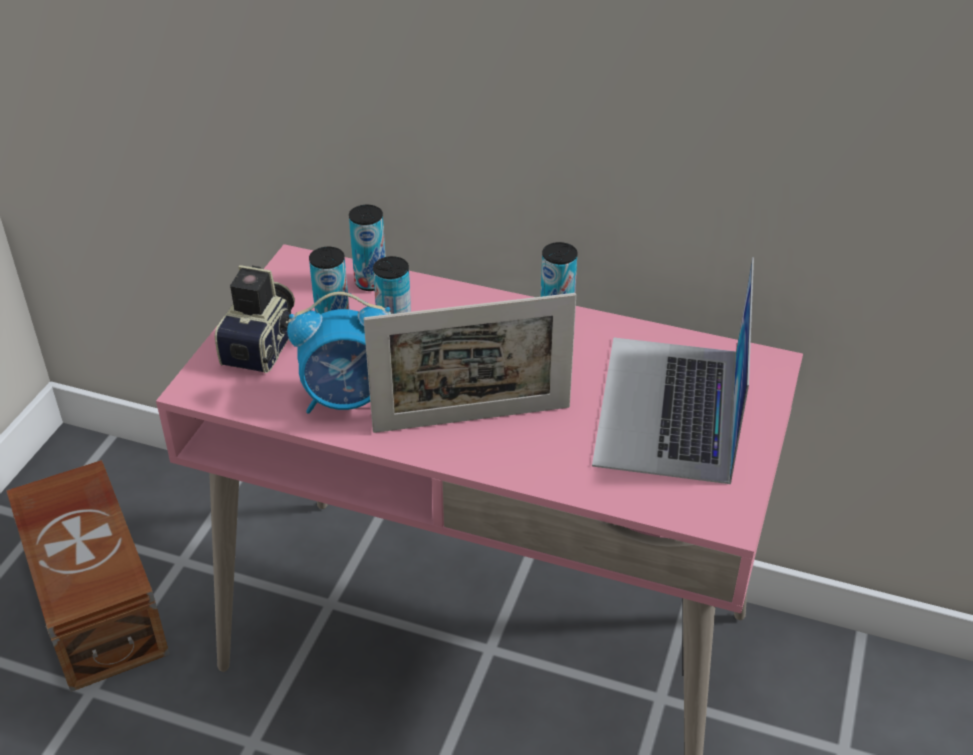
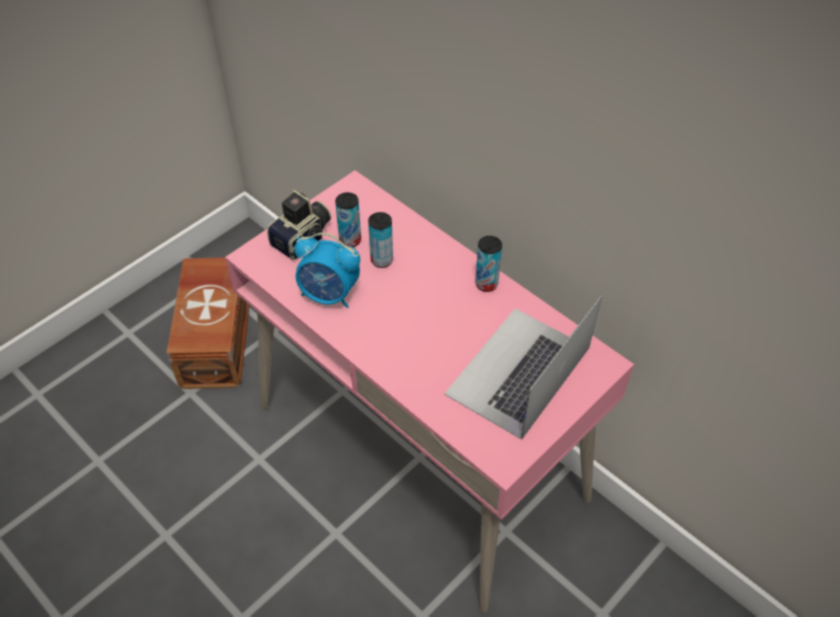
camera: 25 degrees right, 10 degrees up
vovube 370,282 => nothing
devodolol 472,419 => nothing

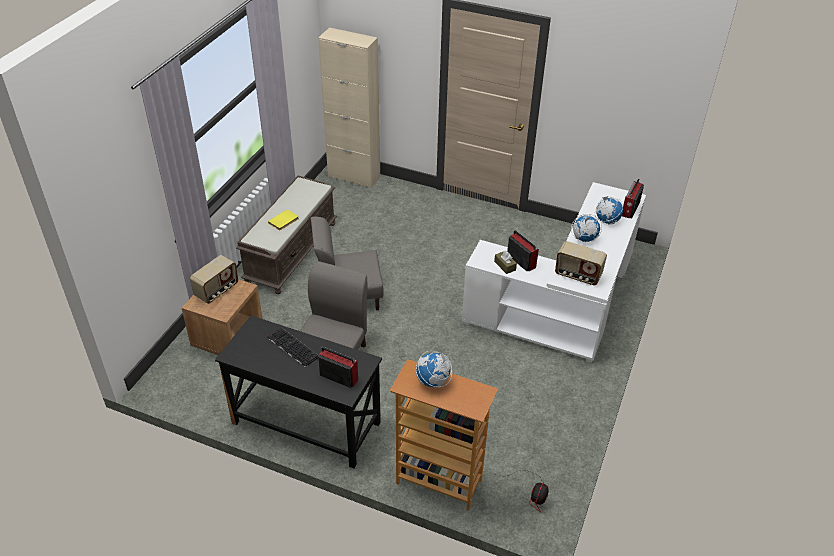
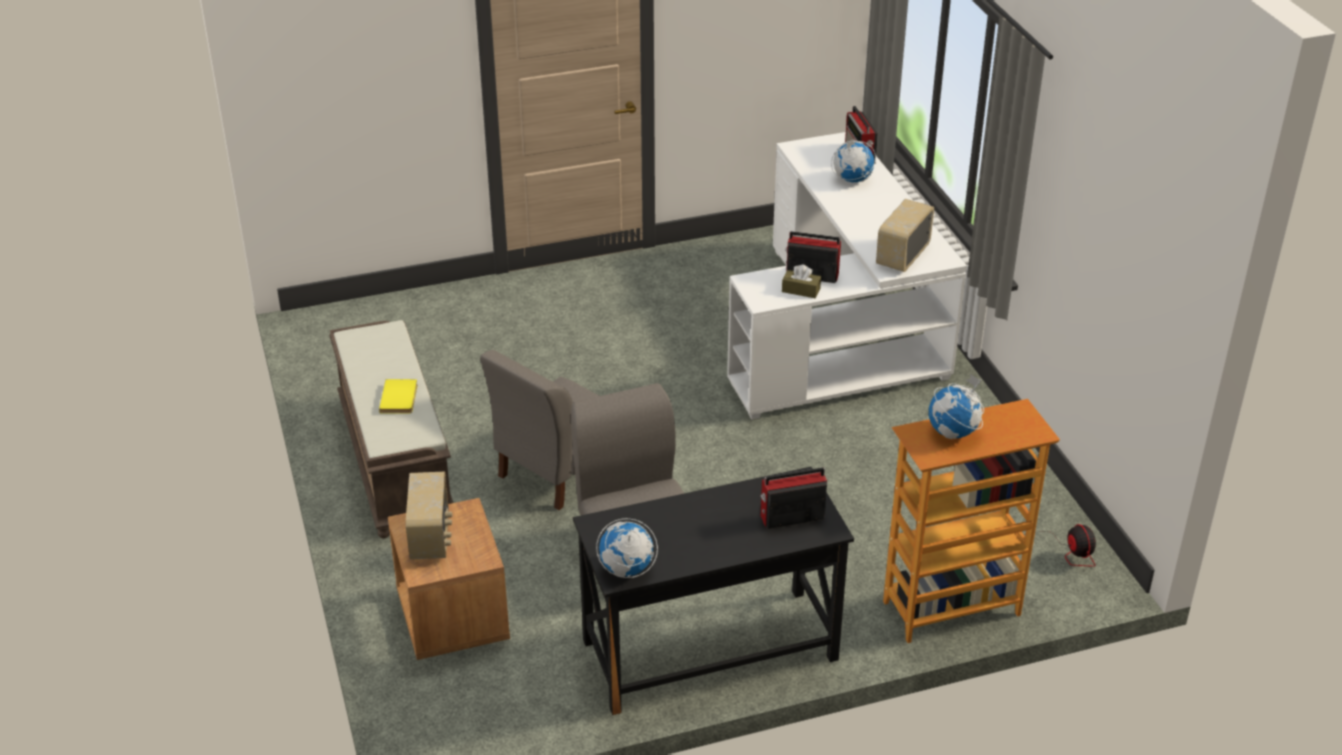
camera: 40 degrees left, 5 degrees down
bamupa 292,347 => nothing
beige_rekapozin 354,176 => nothing
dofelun 577,275 => dofelun 902,256, 135 degrees clockwise
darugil 584,239 => darugil 626,569, shifted

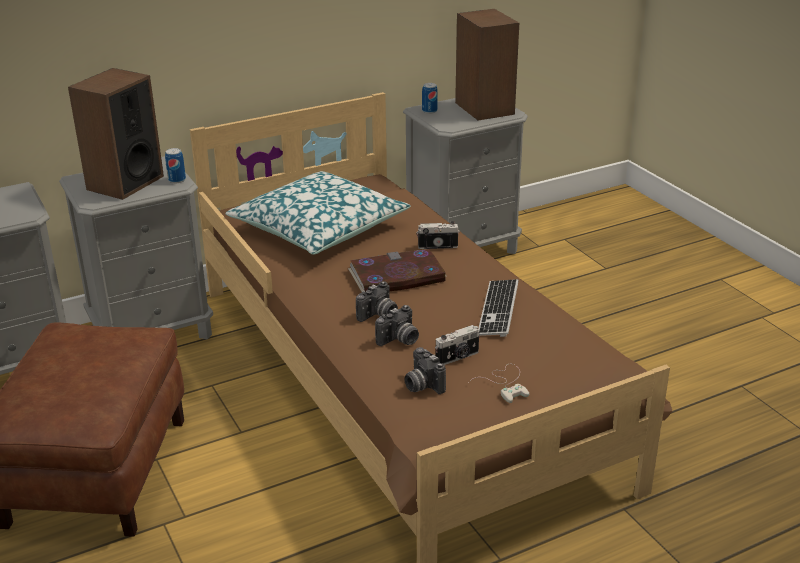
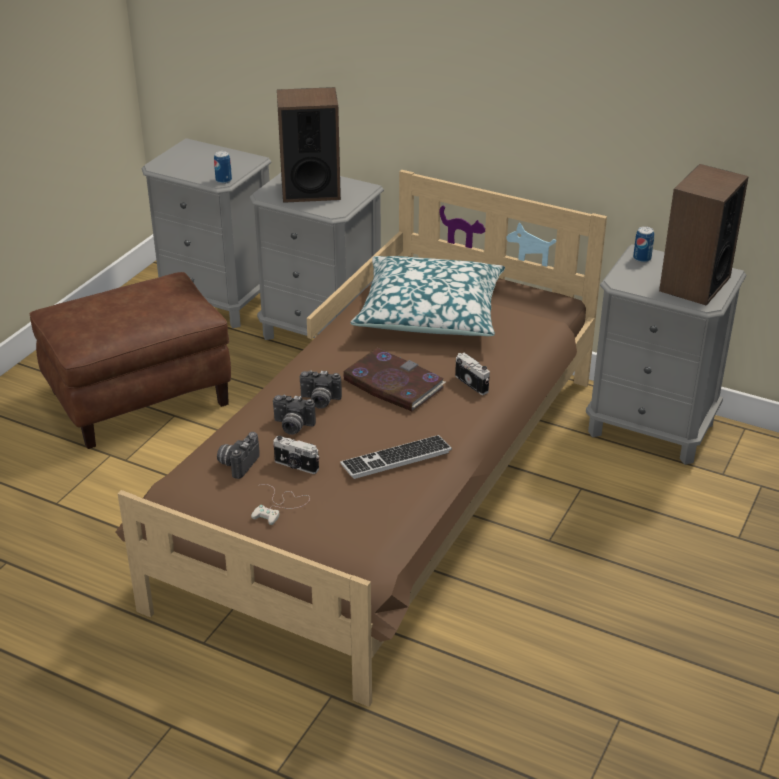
camera: 55 degrees right, 5 degrees up
vovube 177,180 => vovube 223,180, shifted

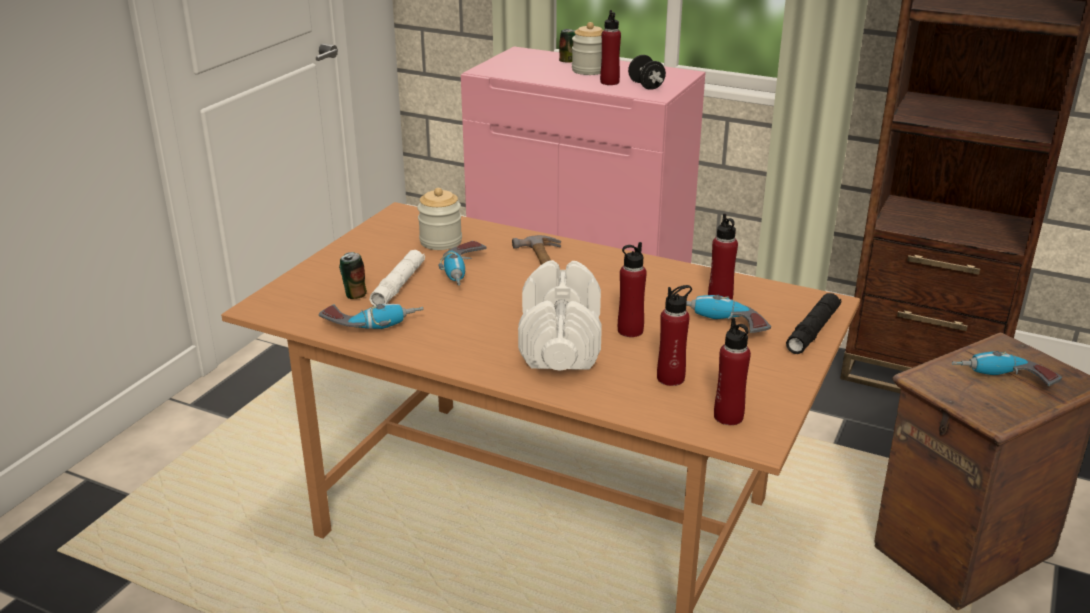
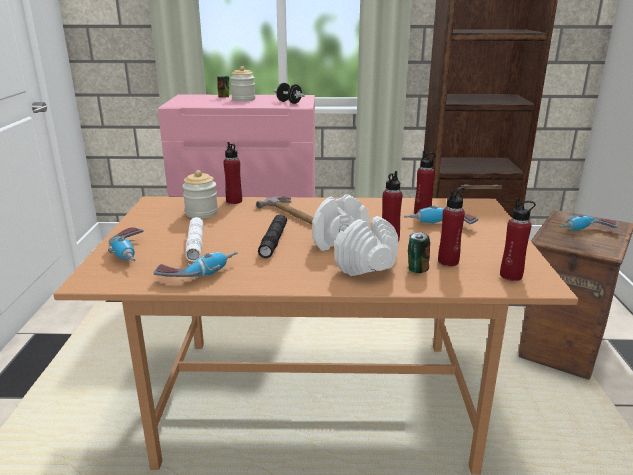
camera: 25 degrees left, 5 degrees down
vovube 355,294 => vovube 416,269, shifted
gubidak 464,273 => gubidak 131,253, shifted
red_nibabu 609,82 => red_nibabu 234,201, shifted
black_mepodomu 813,330 => black_mepodomu 273,241, shifted

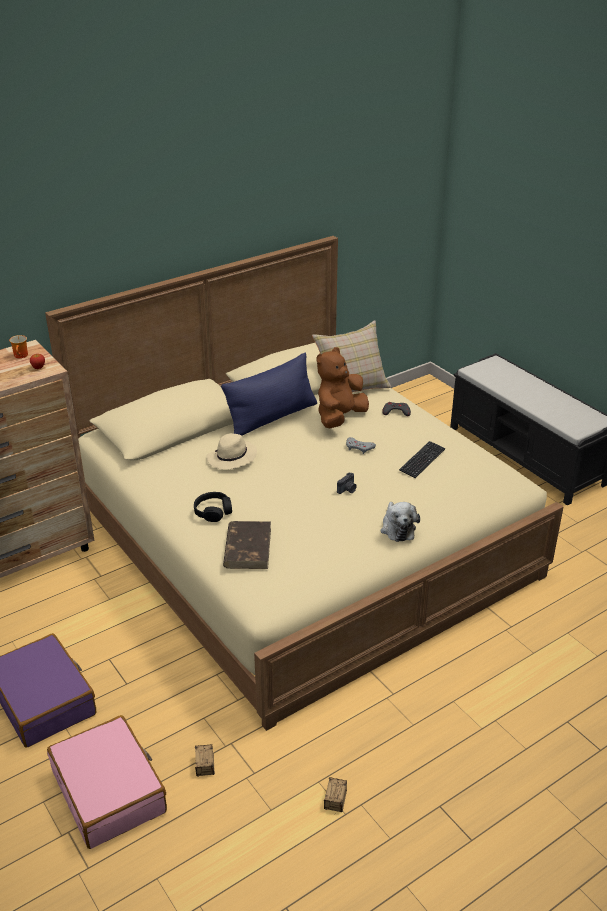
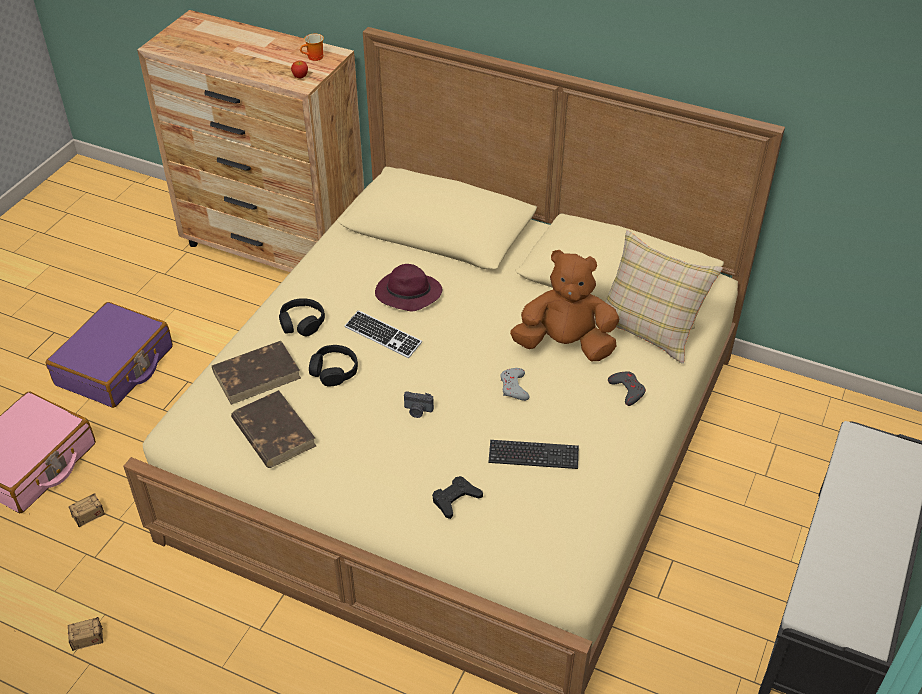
camera: 60 degrees right, 10 degrees up
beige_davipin 232,458 => purple_davipin 407,294
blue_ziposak 272,418 => nothing
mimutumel 397,528 => nothing
nothing => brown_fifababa 273,432
nothing => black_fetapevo 334,371
nothing => bamupa 383,336
nothing => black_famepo 455,499

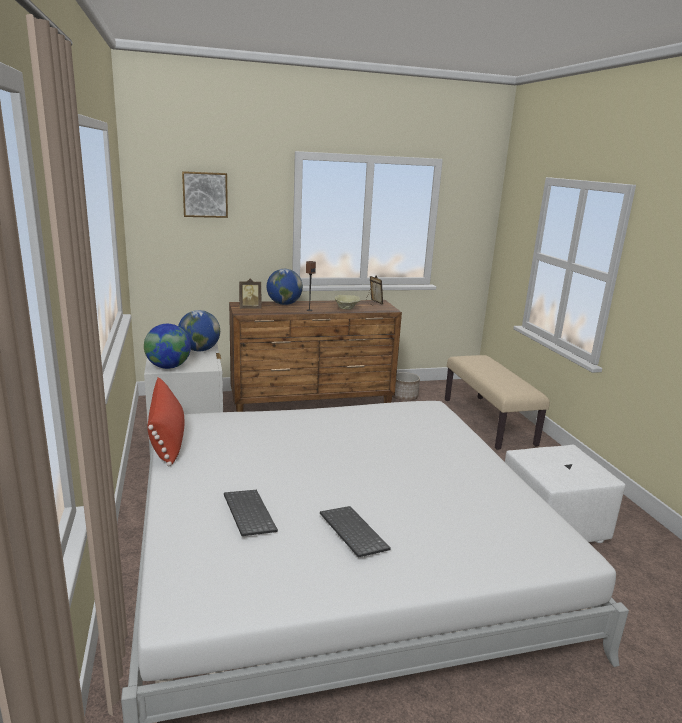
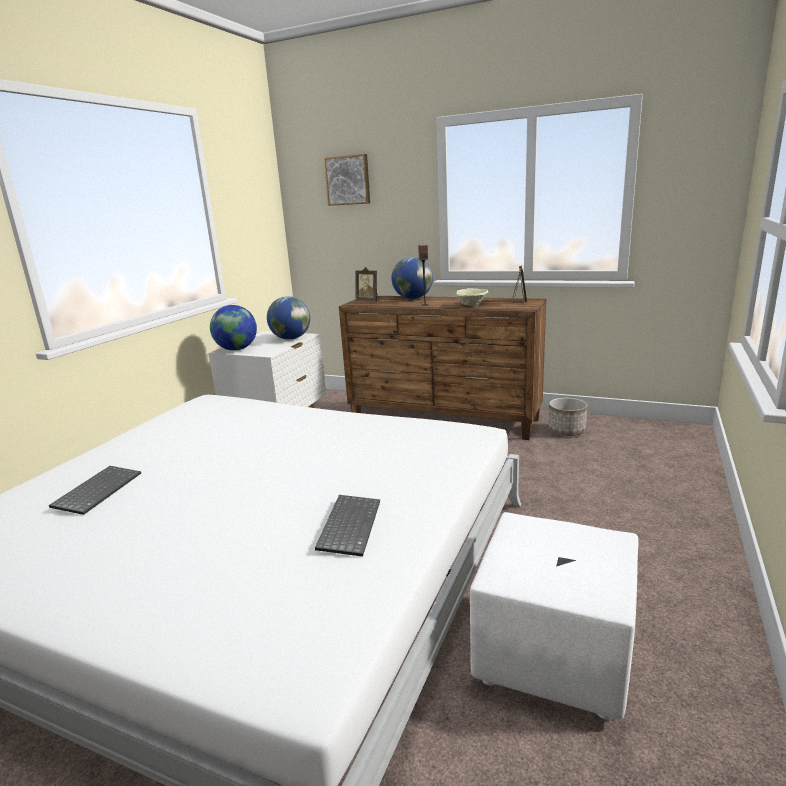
camera: 40 degrees right, 0 degrees up
red_ziposak 168,439 => nothing
bamupa 351,532 => bamupa 348,525, shifted
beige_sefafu 488,421 => nothing

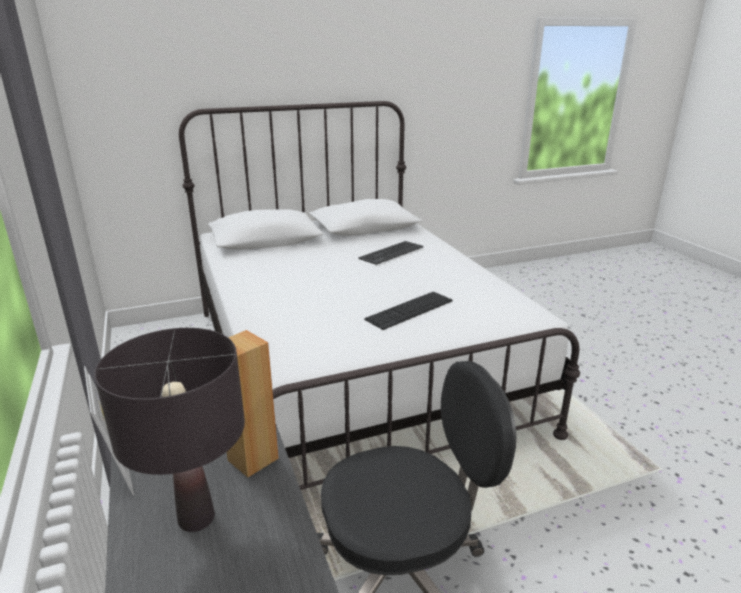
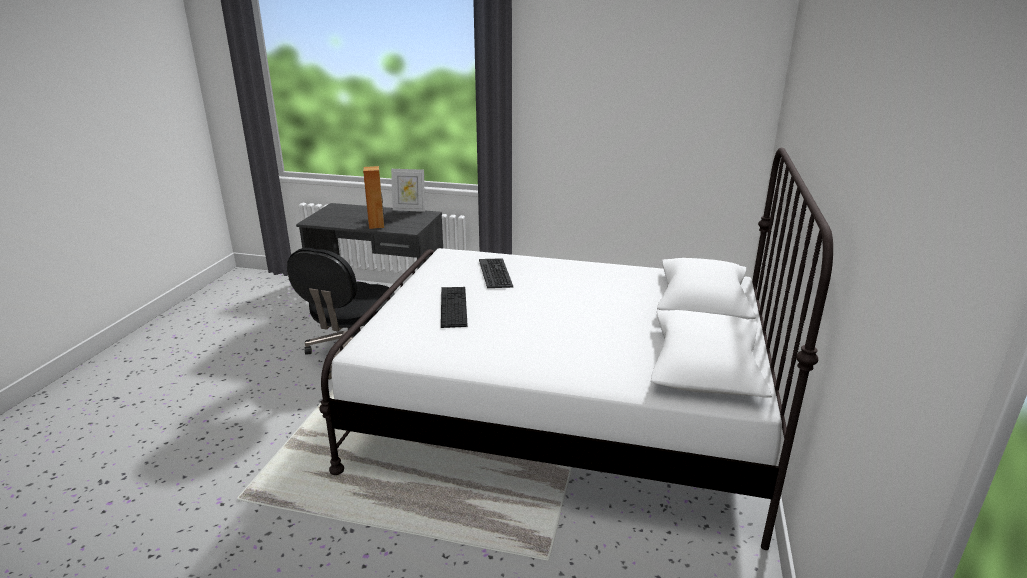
camera: 125 degrees right, 0 degrees up
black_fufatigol 196,518 => nothing
bamupa 391,253 => bamupa 496,273, shifted

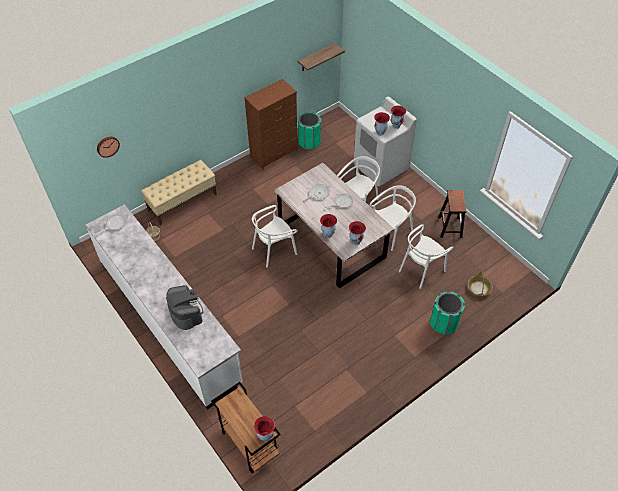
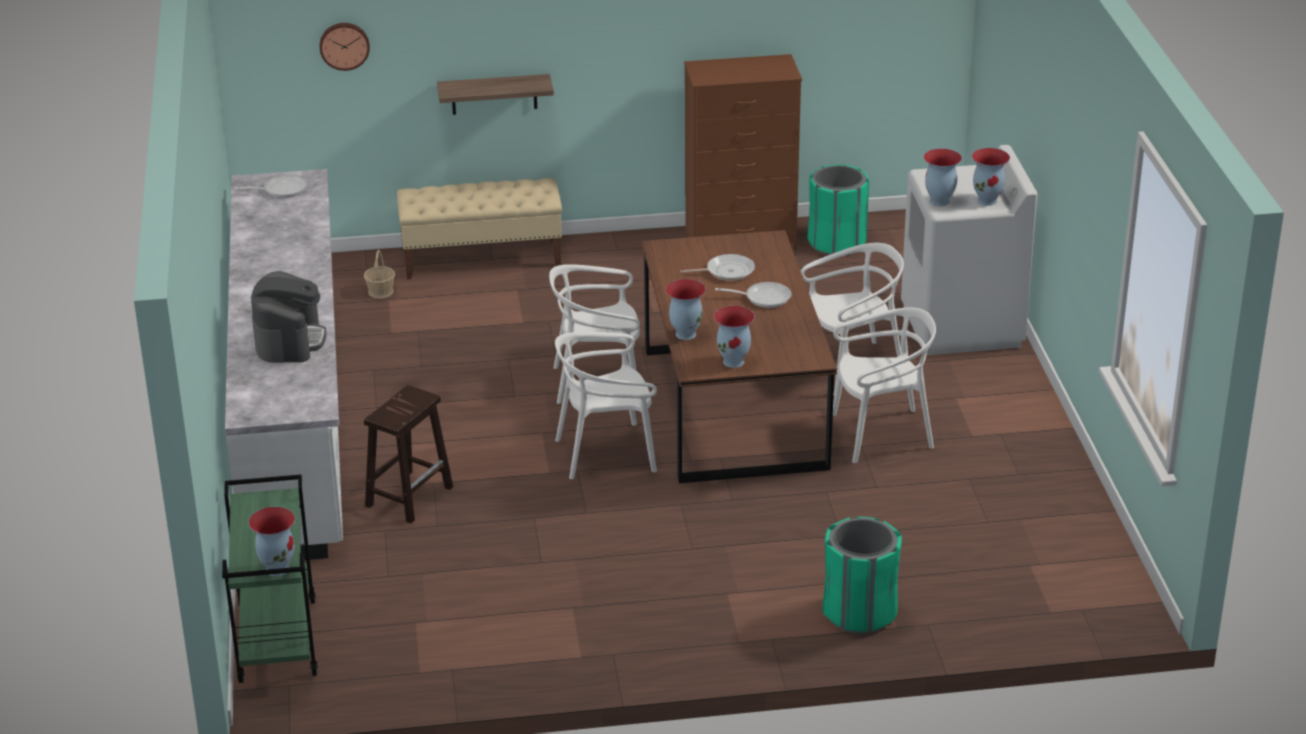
camera: 30 degrees right, 20 degrees down
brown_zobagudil 249,442 => green_zobagudil 276,640
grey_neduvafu 331,241 => brown_neduvafu 732,407
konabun 316,57 => konabun 494,94, shifted
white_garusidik 421,269 => white_garusidik 606,453, shifted
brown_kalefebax 449,226 => brown_kalefebax 409,496, shifted
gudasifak 479,288 => nothing

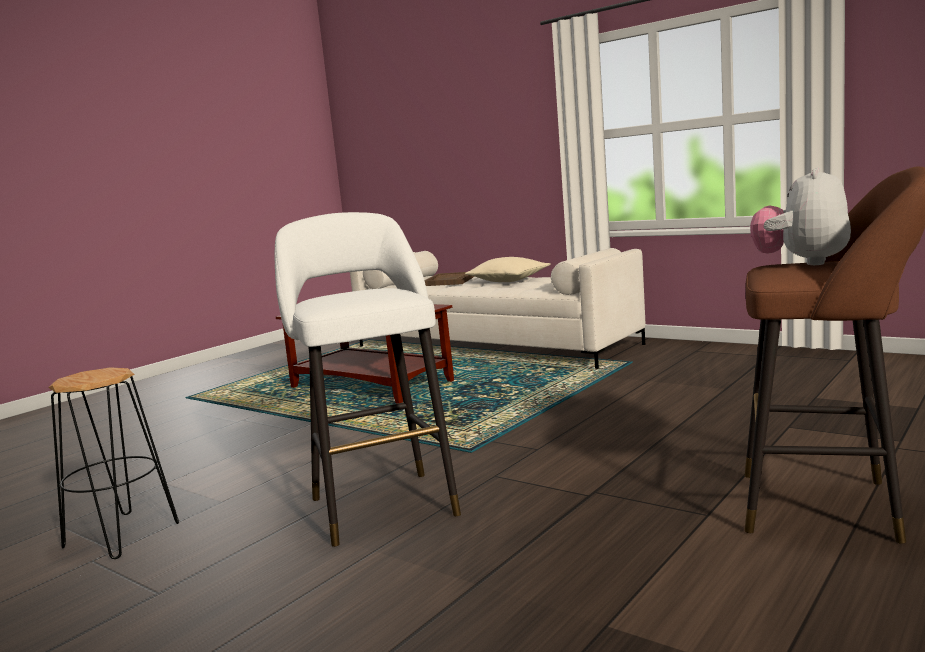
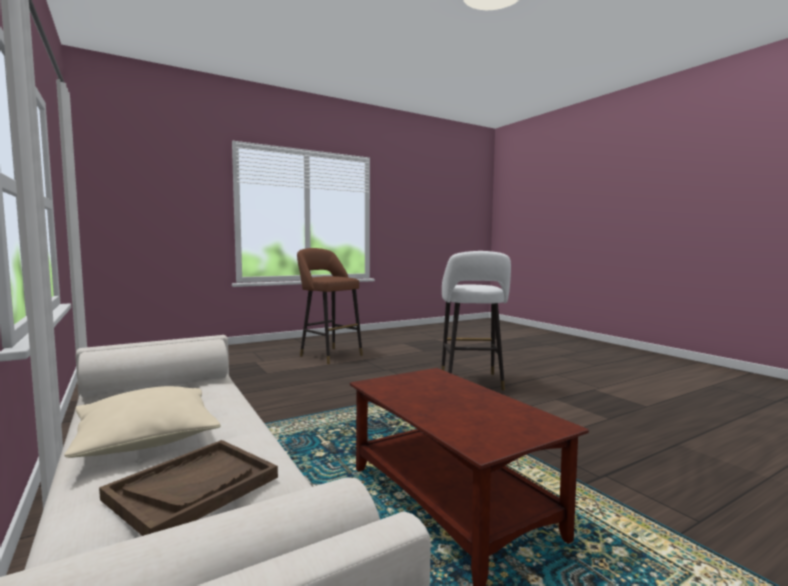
camera: 160 degrees left, 5 degrees down
black_kalefebax 121,535 => nothing
mimutumel 801,263 => nothing

